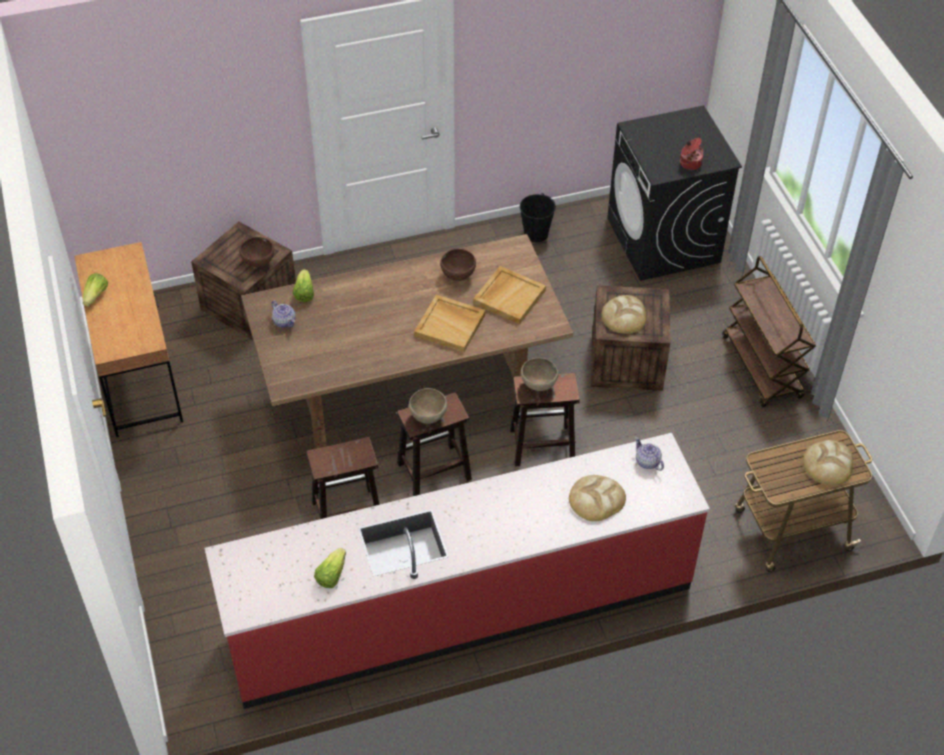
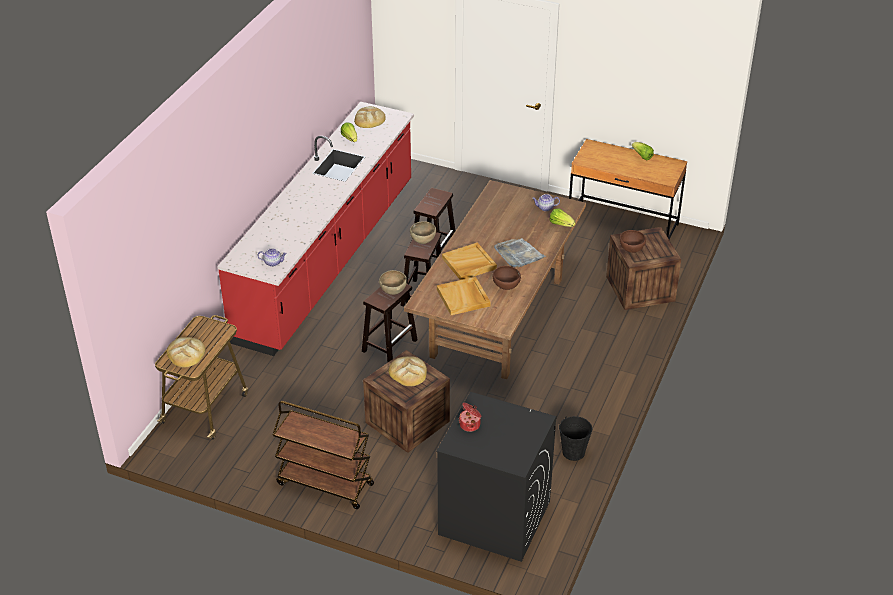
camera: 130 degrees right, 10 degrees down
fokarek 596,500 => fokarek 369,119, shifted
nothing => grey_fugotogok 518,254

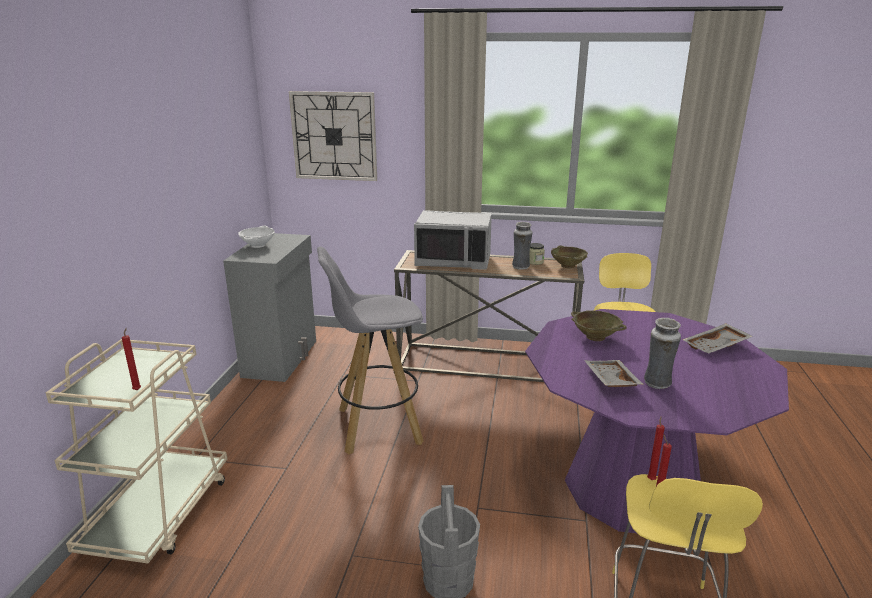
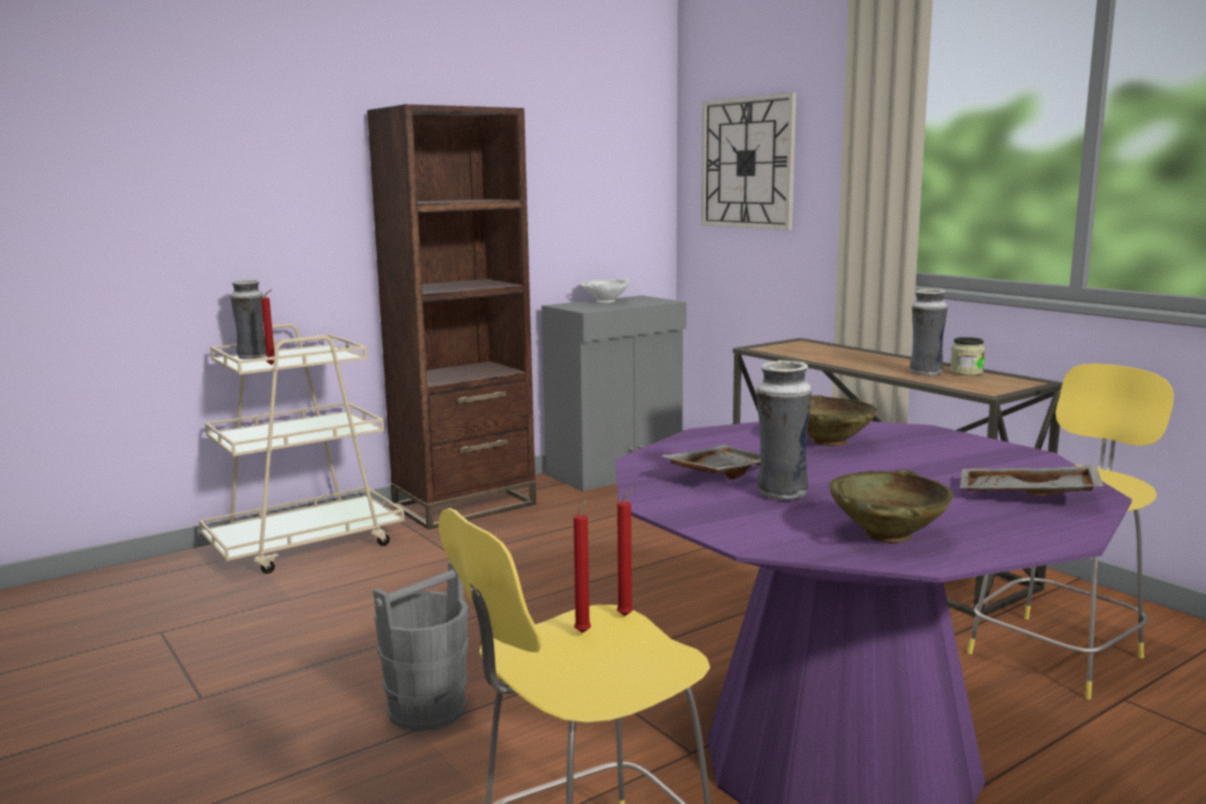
camera: 45 degrees right, 10 degrees down
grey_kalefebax 377,426 => nothing
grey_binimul 454,261 => nothing
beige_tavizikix 568,265 => beige_tavizikix 887,534, shifted
nothing => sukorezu 252,357
nothing => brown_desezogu 464,505

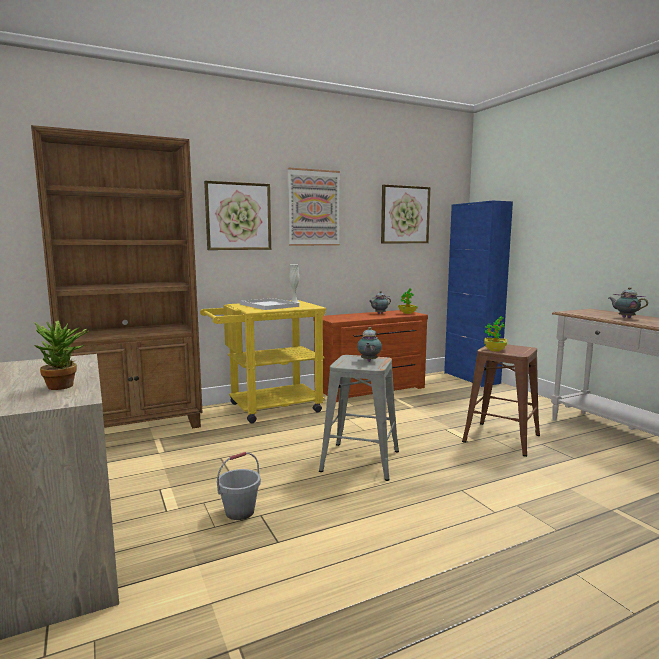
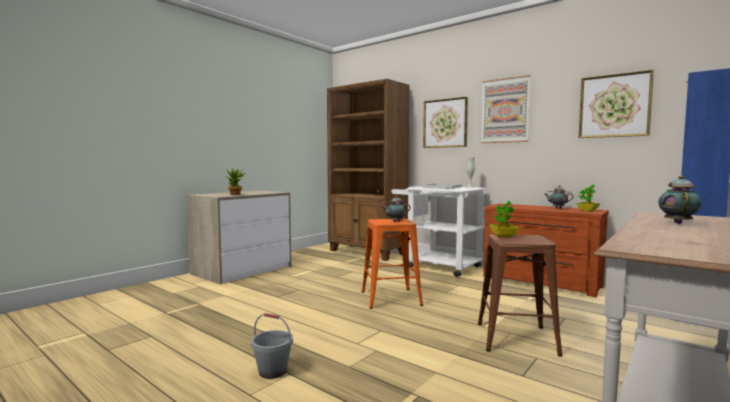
camera: 65 degrees right, 5 degrees down
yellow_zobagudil 267,409 => white_zobagudil 437,266
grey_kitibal 240,512 => grey_kitibal 272,371, shifted
grey_kalefebax 359,460 => orange_kalefebax 390,298

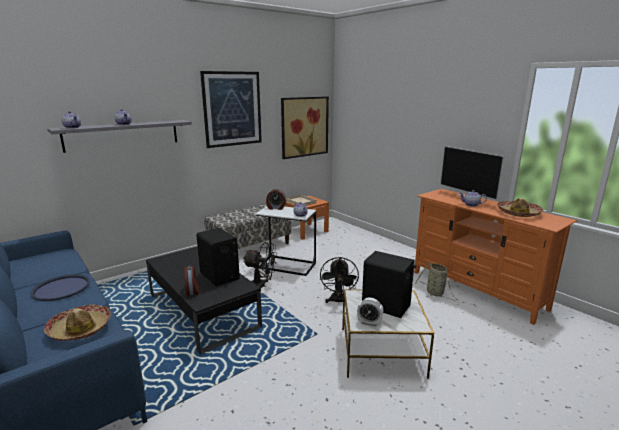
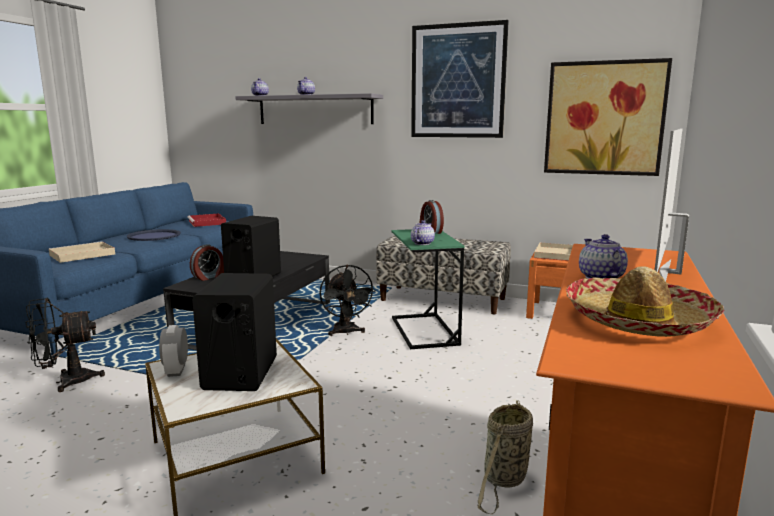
camera: 60 degrees right, 5 degrees down
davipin 80,329 => beige_fugotogok 81,255
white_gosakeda 287,265 => green_gosakeda 424,331
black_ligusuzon 338,301 => black_ligusuzon 66,381, shifted
nothing => red_fugotogok 207,222

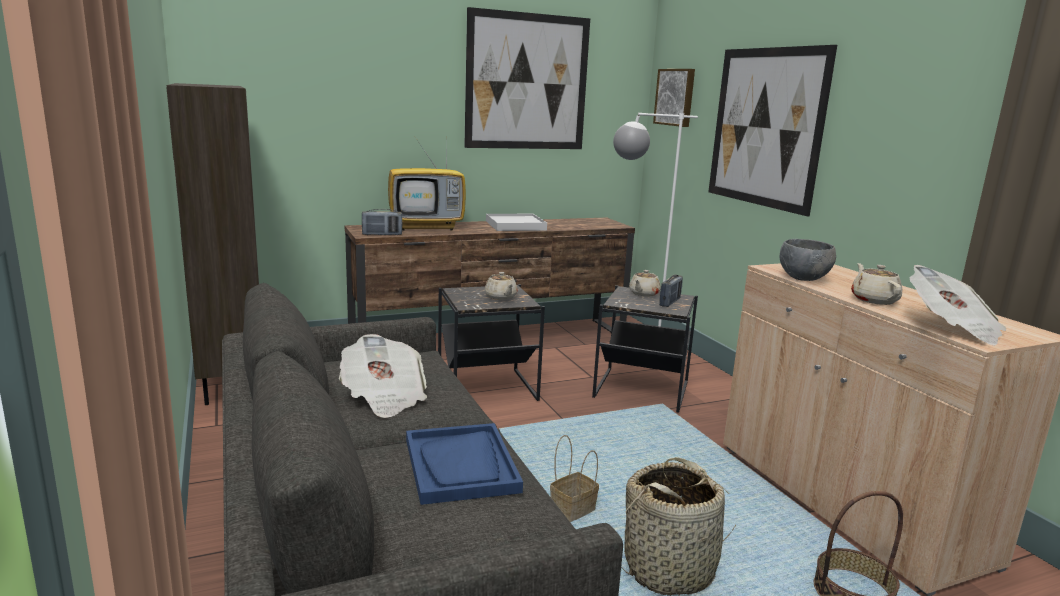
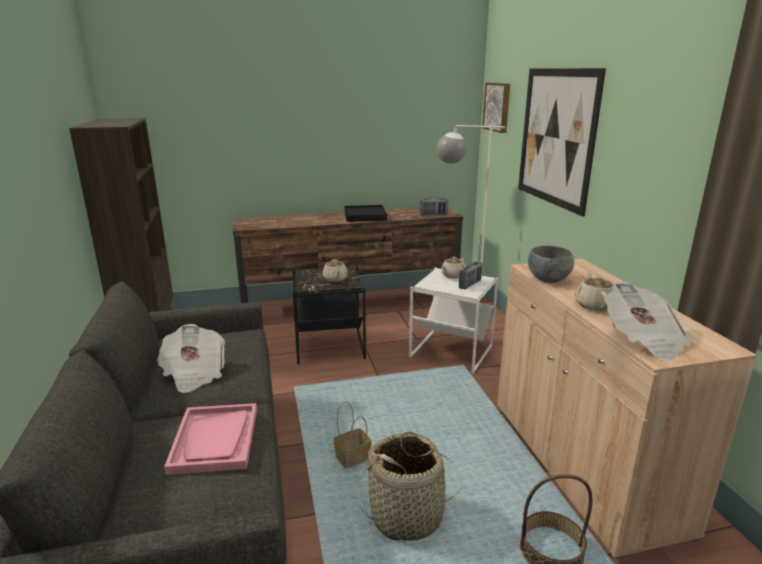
camera: 10 degrees right, 5 degrees up
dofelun 382,234 => dofelun 433,215, shifted
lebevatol 427,227 => nothing
blue_fugotogok 461,465 => pink_fugotogok 215,440
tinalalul 527,82 => nothing
white_fugotogok 515,225 => black_fugotogok 365,216
black_gosakeda 640,390 => white_gosakeda 450,351

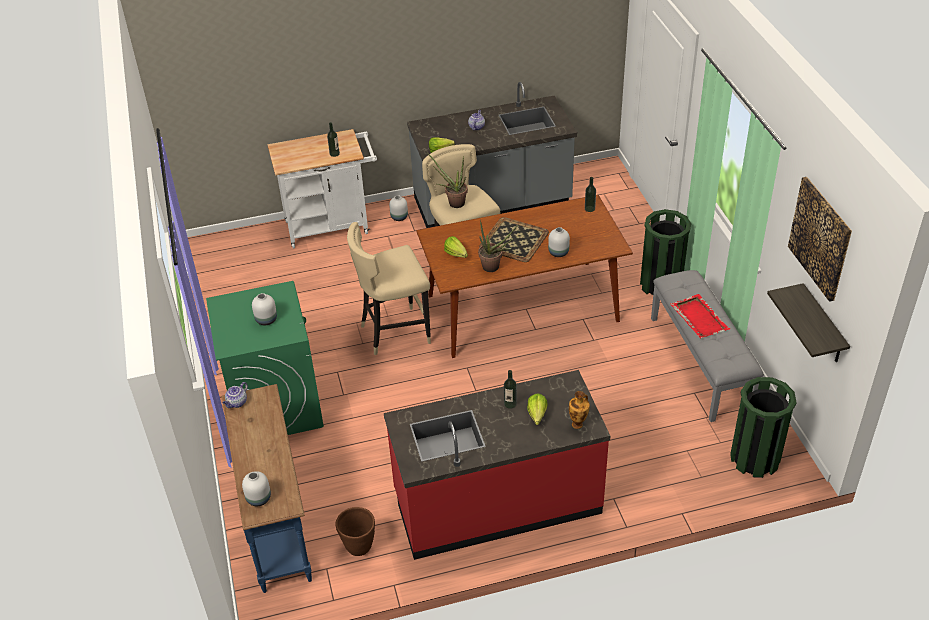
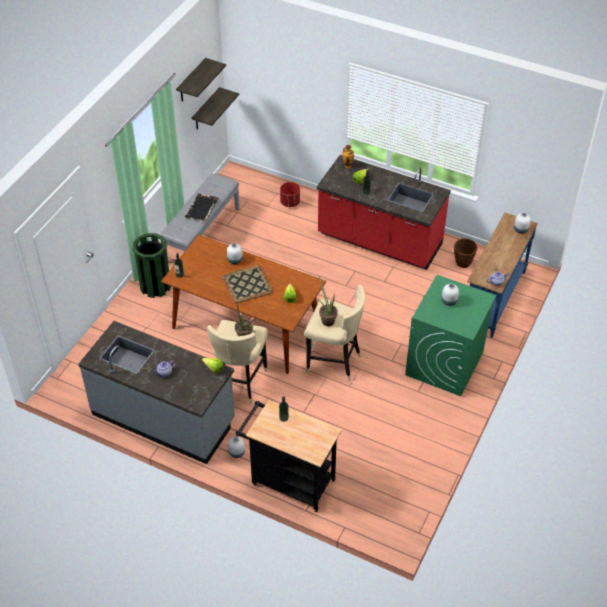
camera: 140 degrees left, 5 degrees up
white_zobagudil 332,226 => black_zobagudil 288,481
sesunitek 494,267 => sesunitek 326,319, shifted
red_fugotogok 699,317 => black_fugotogok 201,209
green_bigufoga 755,458 => nothing
tinalalul 820,238 => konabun 191,81
nothing => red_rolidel 290,202

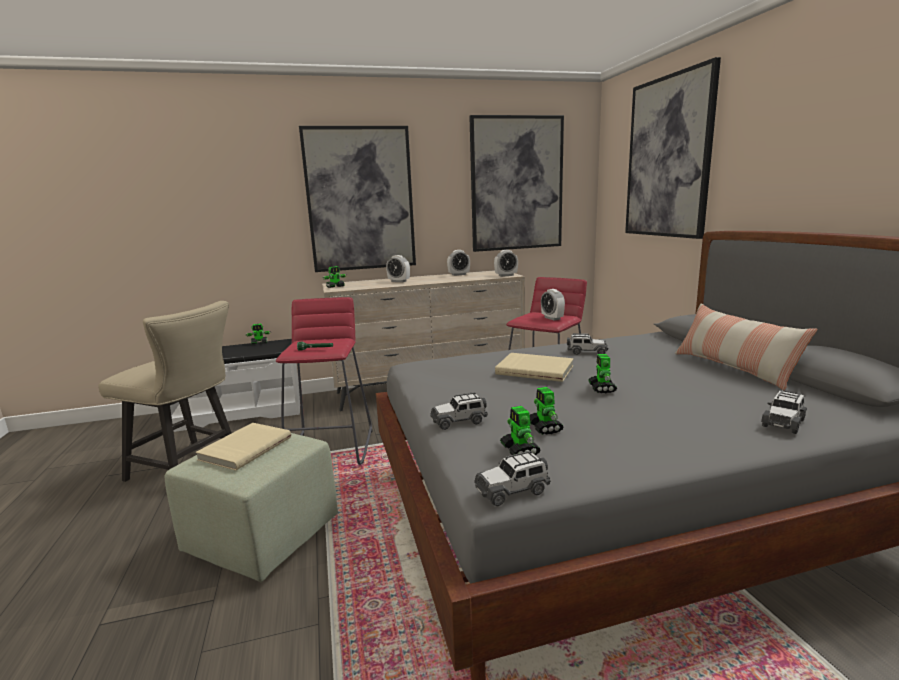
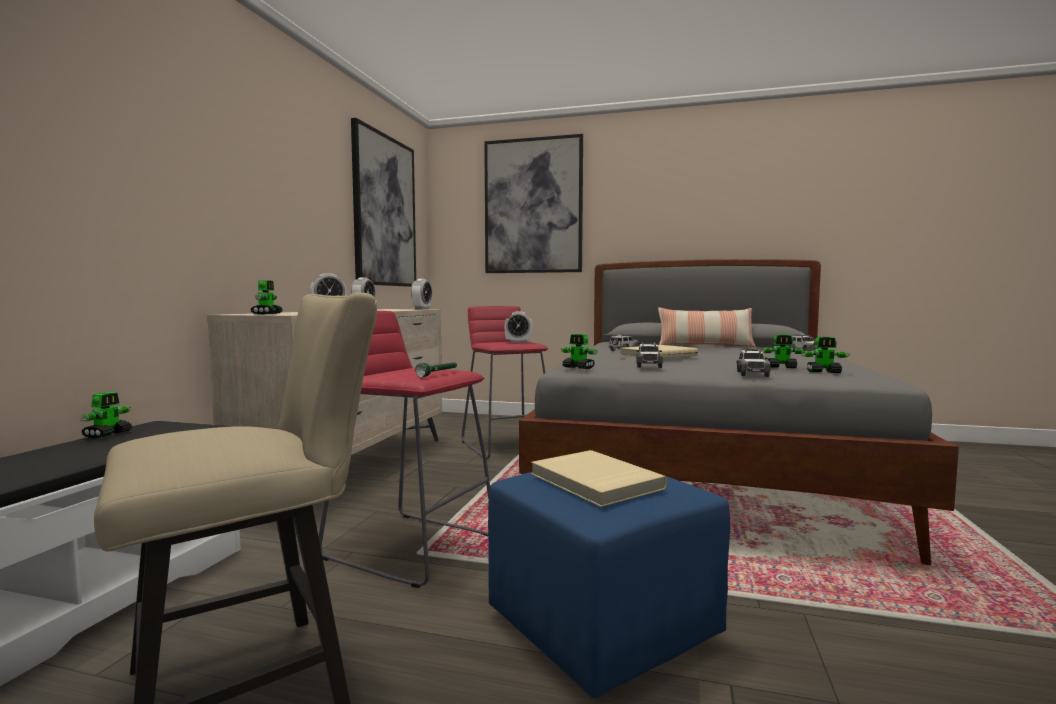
camera: 60 degrees left, 10 degrees down
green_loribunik 263,536 => blue_loribunik 599,626
tinalalul 360,199 => nothing
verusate 512,490 => verusate 648,365, shifted
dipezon 602,388 => dipezon 578,368, shifted

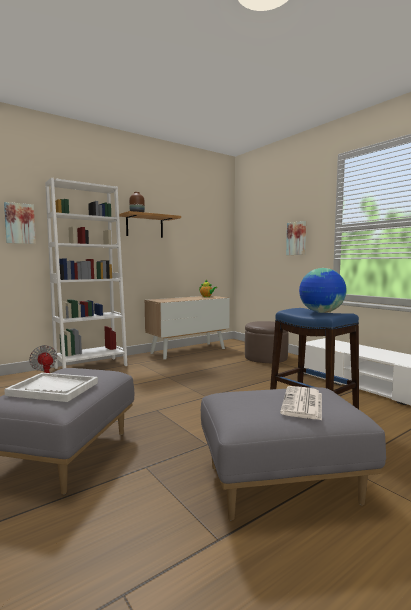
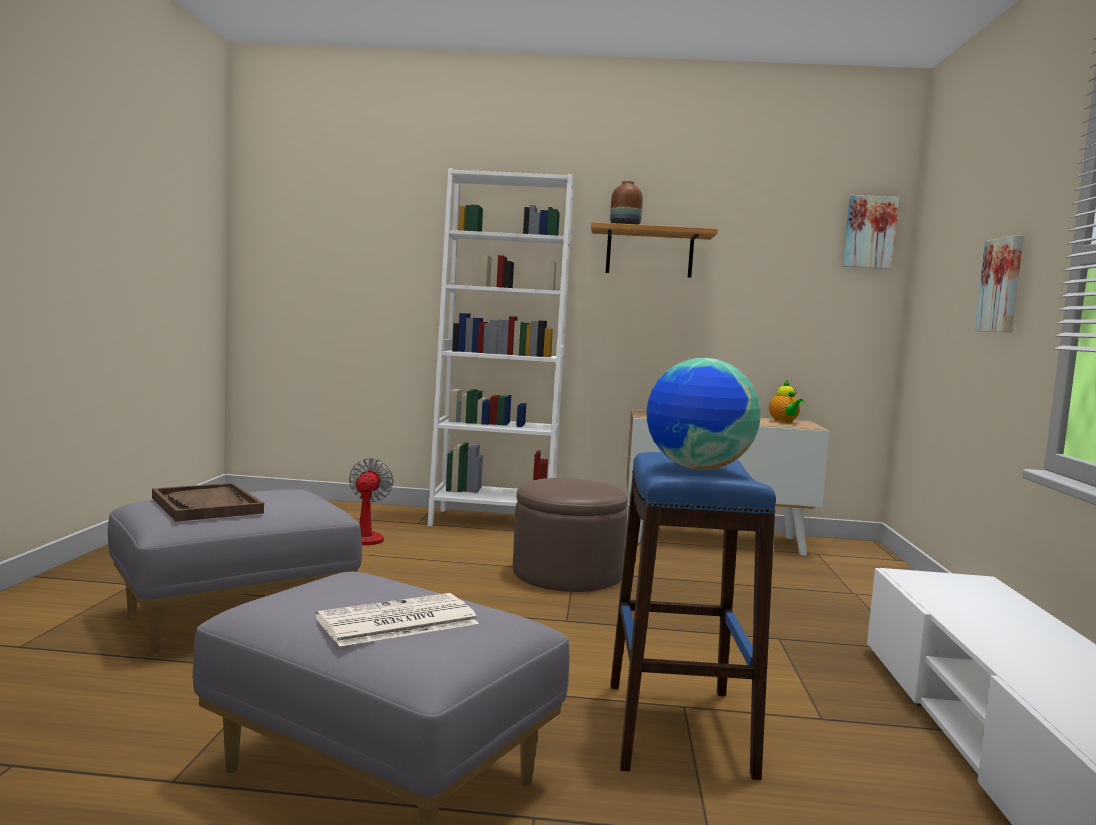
camera: 40 degrees right, 0 degrees up
tinalalul 19,223 => tinalalul 869,232, shifted
white_fugotogok 54,389 => brown_fugotogok 207,505
brown_loribunik 266,357 => brown_loribunik 567,574, shifted

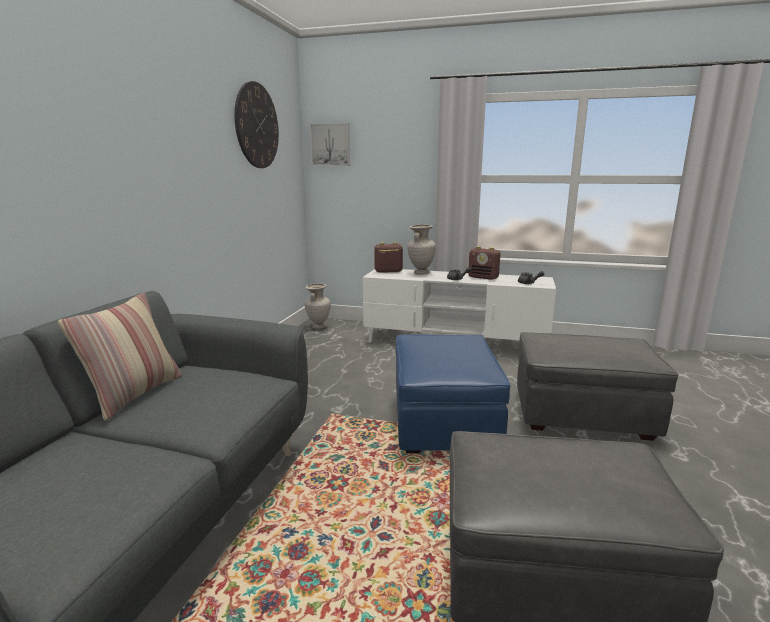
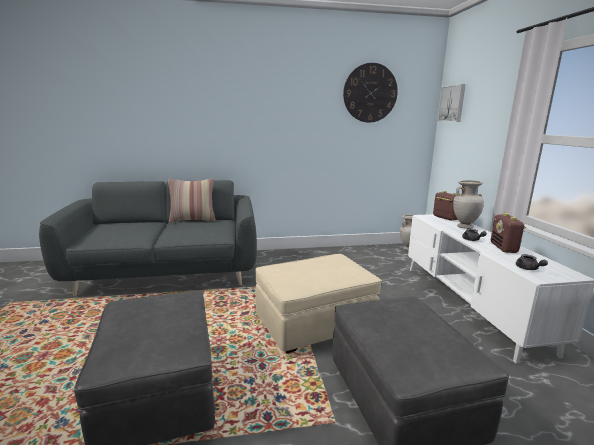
camera: 65 degrees right, 0 degrees up
blue_loribunik 444,422 => beige_loribunik 314,325

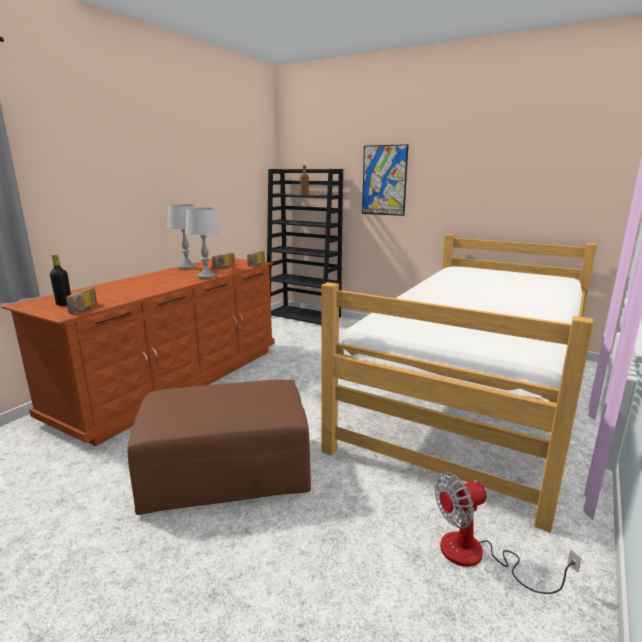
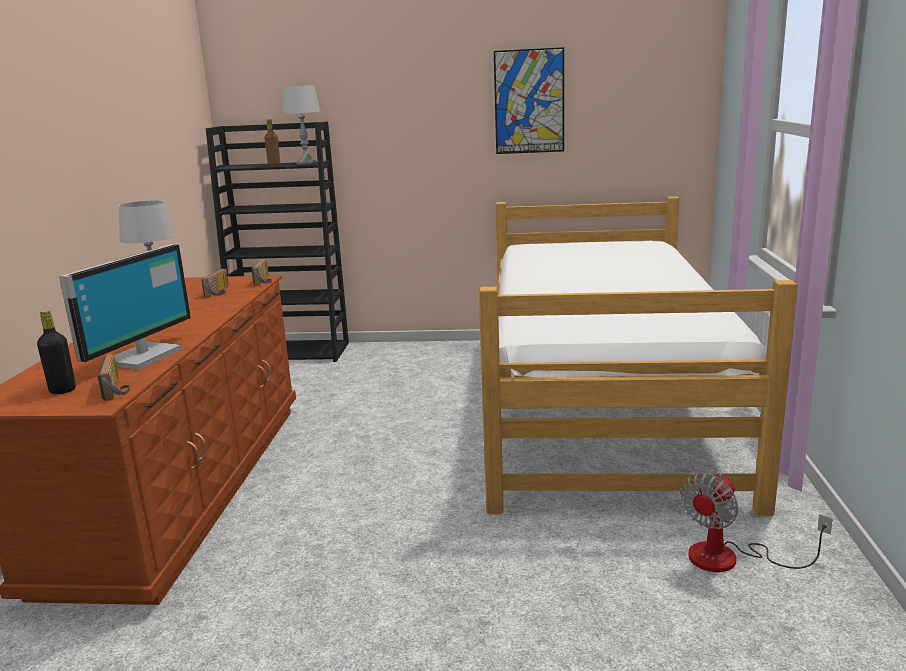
camera: 25 degrees left, 0 degrees up
brown_loribunik 227,471 => nothing
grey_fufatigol 206,277 => grey_fufatigol 306,163, shifted
tinalalul 384,180 => tinalalul 529,101, shifted
nothing => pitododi 141,356

